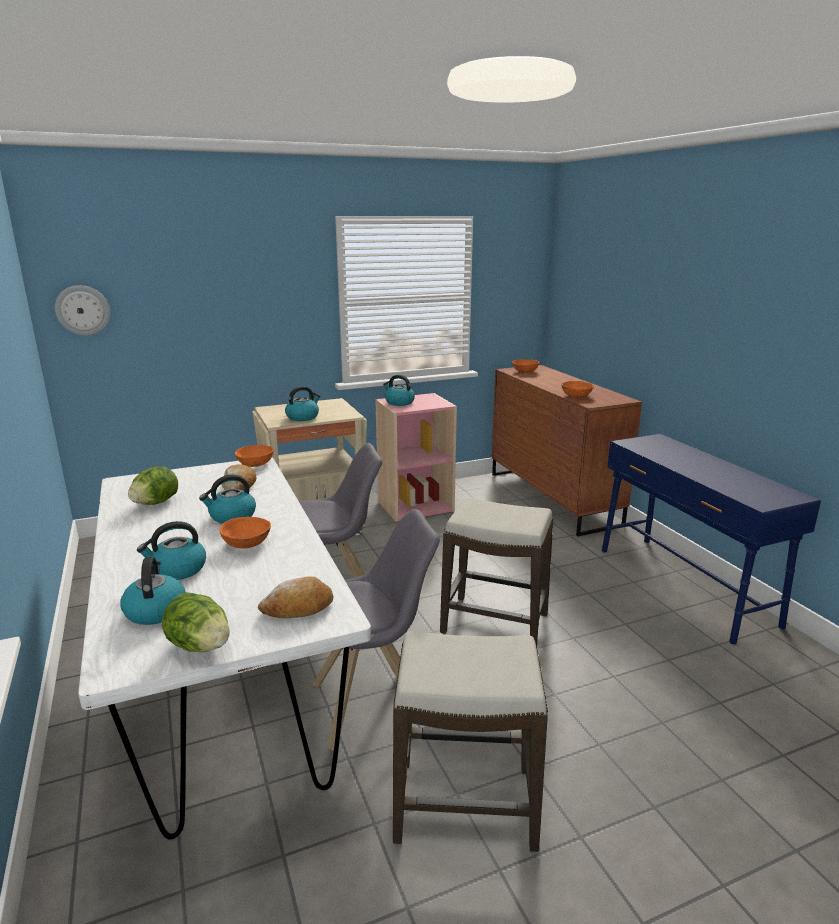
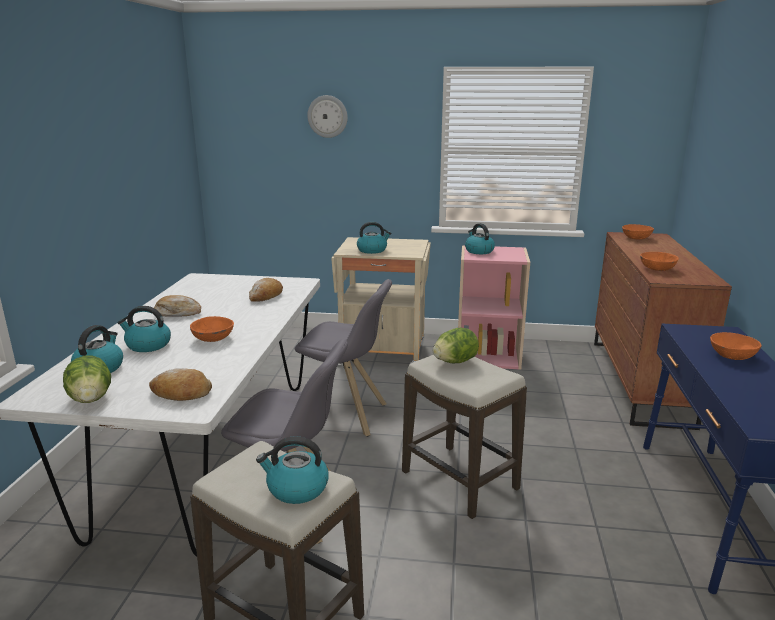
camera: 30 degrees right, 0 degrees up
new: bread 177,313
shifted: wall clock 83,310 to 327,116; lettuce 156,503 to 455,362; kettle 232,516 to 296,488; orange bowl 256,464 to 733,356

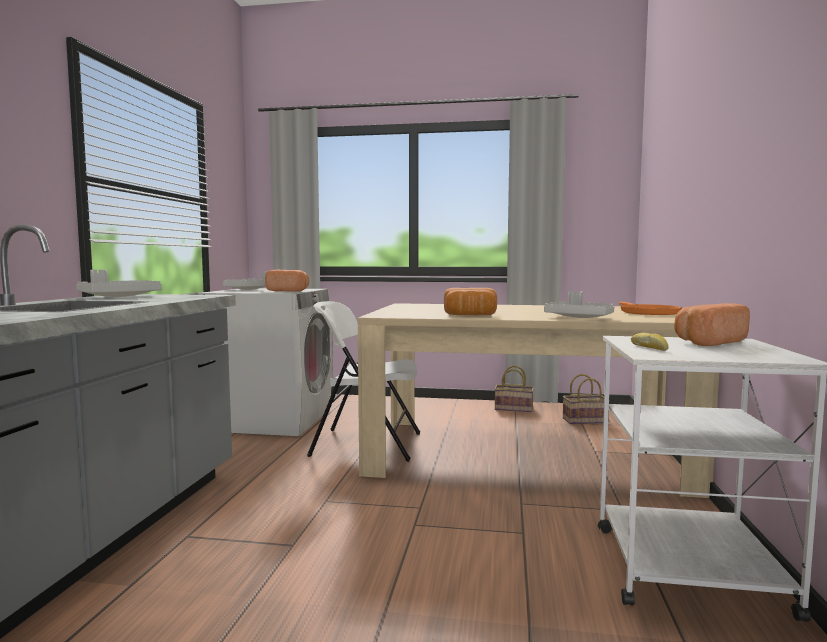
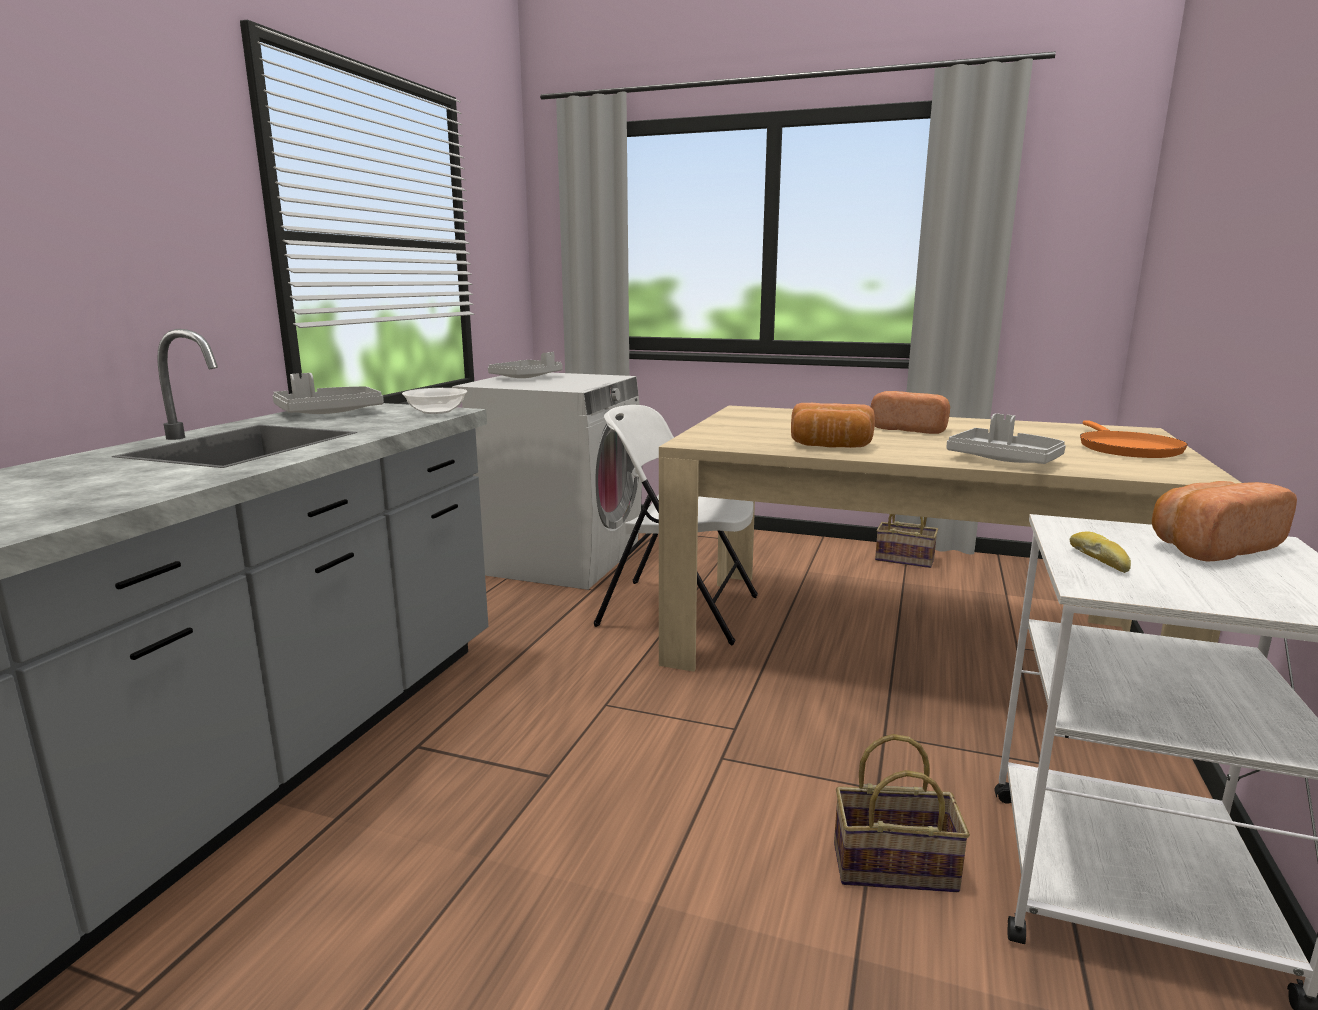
camera: 10 degrees right, 10 degrees up
new: bowl 436,411
shifted: bread 289,291 to 910,429; basket 585,420 to 896,865

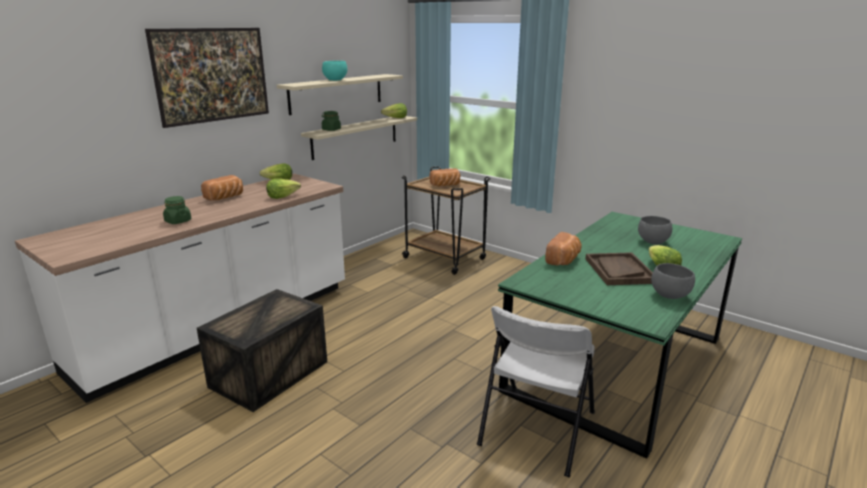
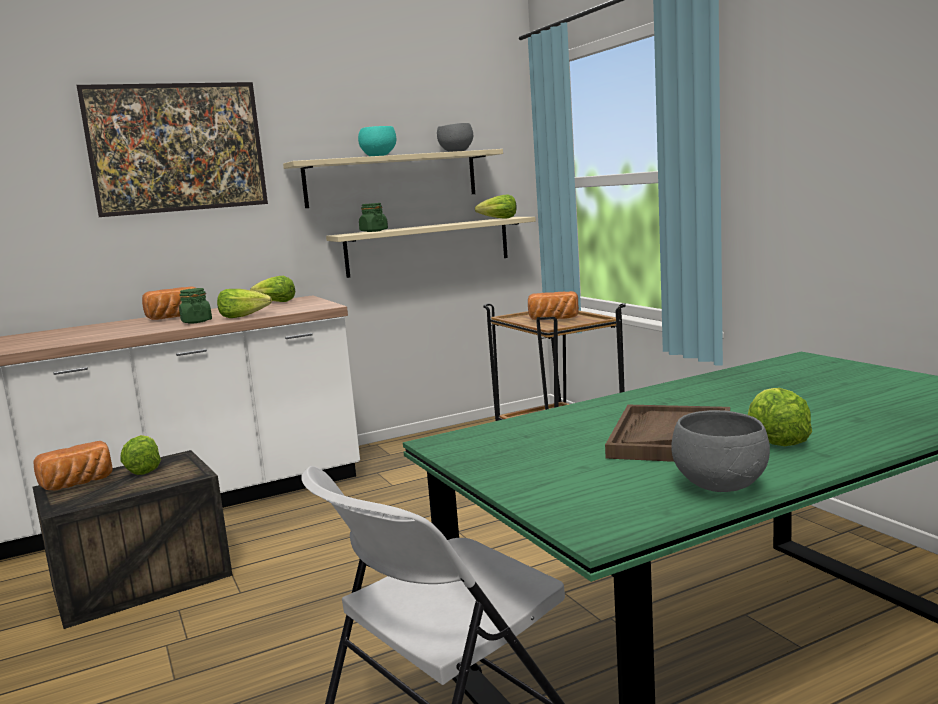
camera: 25 degrees right, 10 degrees down
new: lettuce 143,469
shifted: green jar 178,221 to 196,321; bread 564,260 to 78,484; grey bowl 653,242 to 455,152

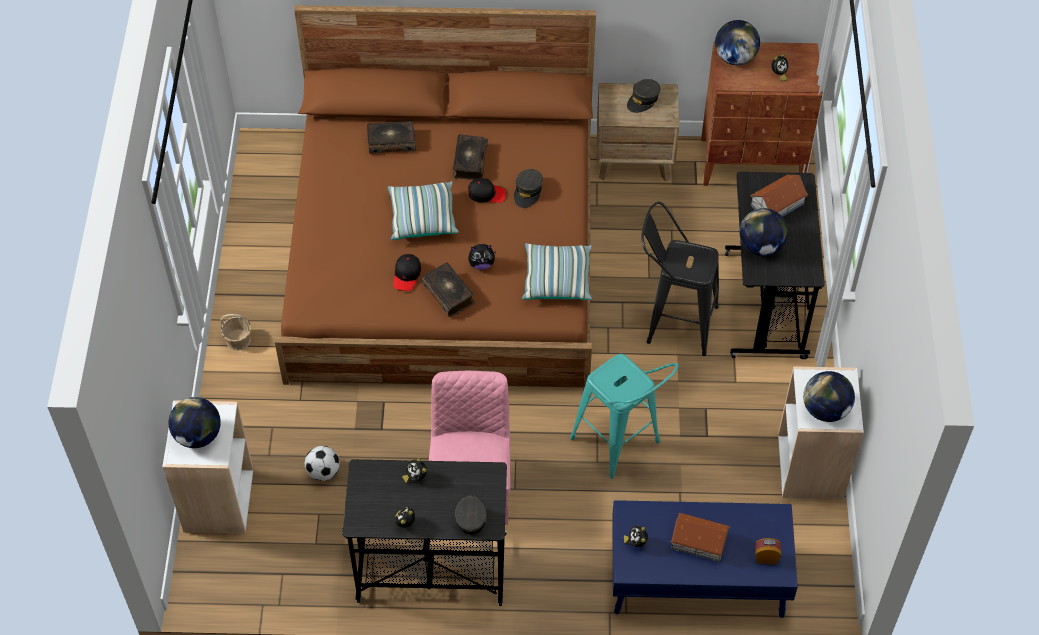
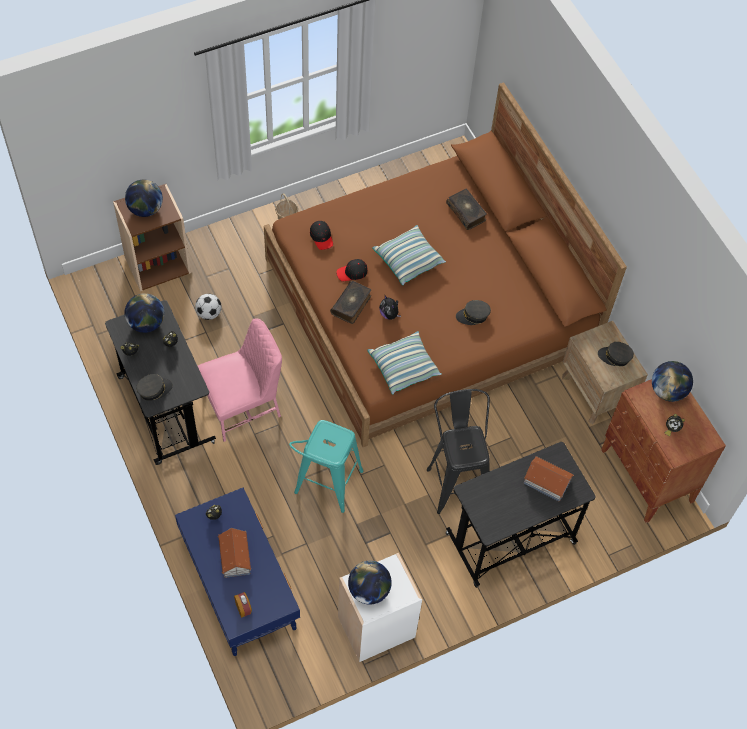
camera: 60 degrees right, 5 degrees up
gone: book 469,162
shifted: black cap 486,194 to 321,237; globe 761,246 to 146,323
repainted: white bookcase 218,499 to brown bookcase 158,264

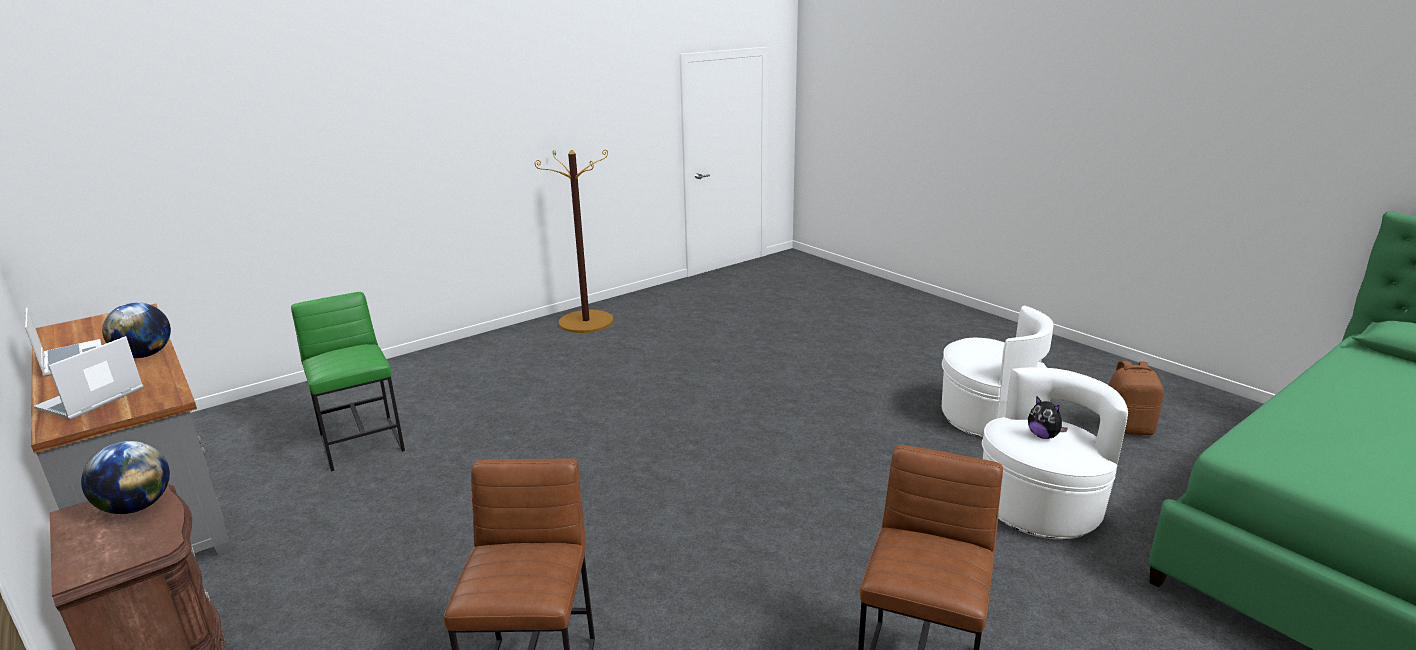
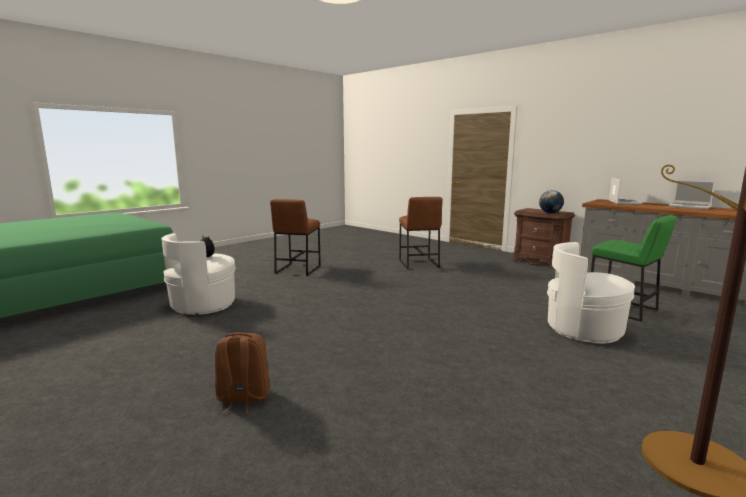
camera: 170 degrees right, 10 degrees down
gone: globe 145,355
shifted: white armchair 987,417 to 584,329; brown backpack 1126,429 to 243,398

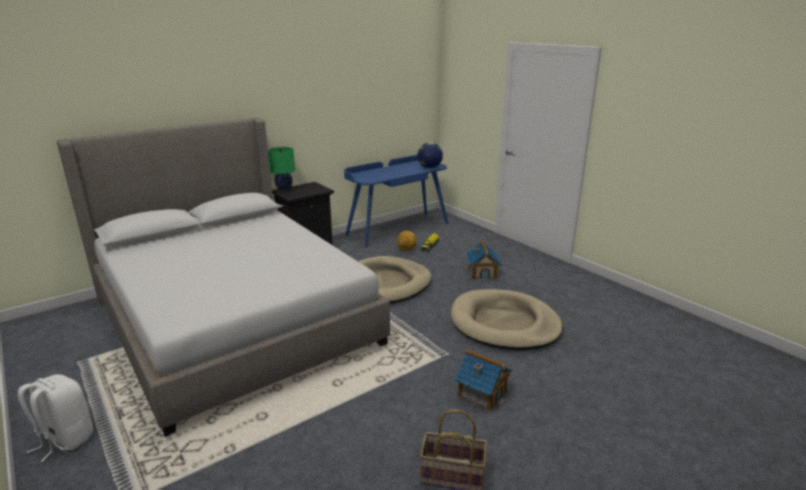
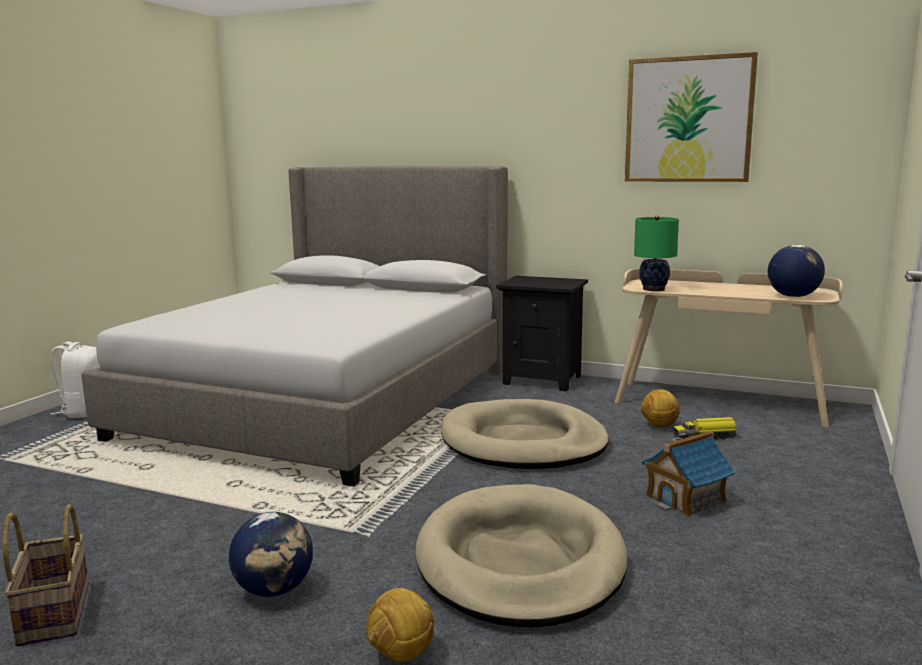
camera: 60 degrees right, 10 degrees down
new: football 401,655; picture 688,120
shifted: green table lamp 284,190 to 653,289
swapped: toy house 482,393 to globe 274,590
repainted: blue desk 397,229 to beige desk 719,402

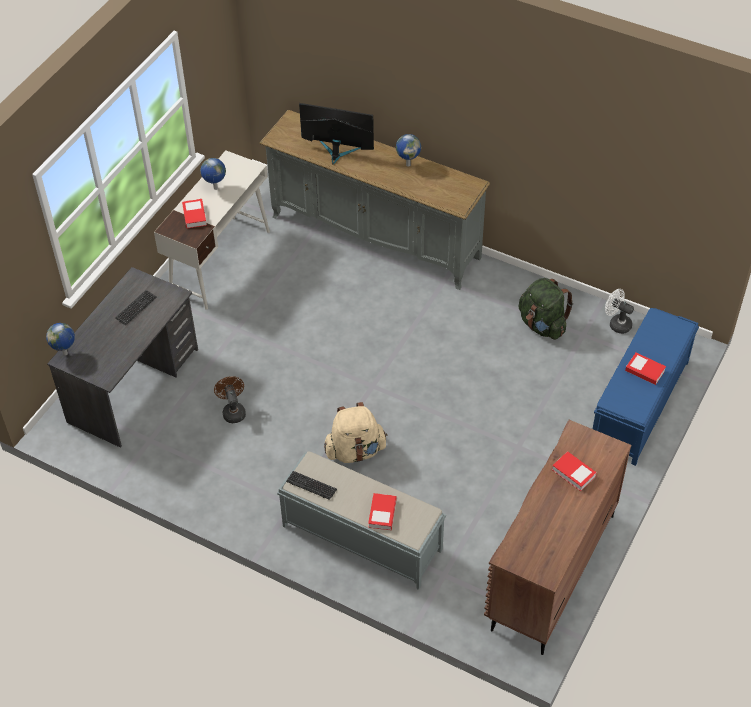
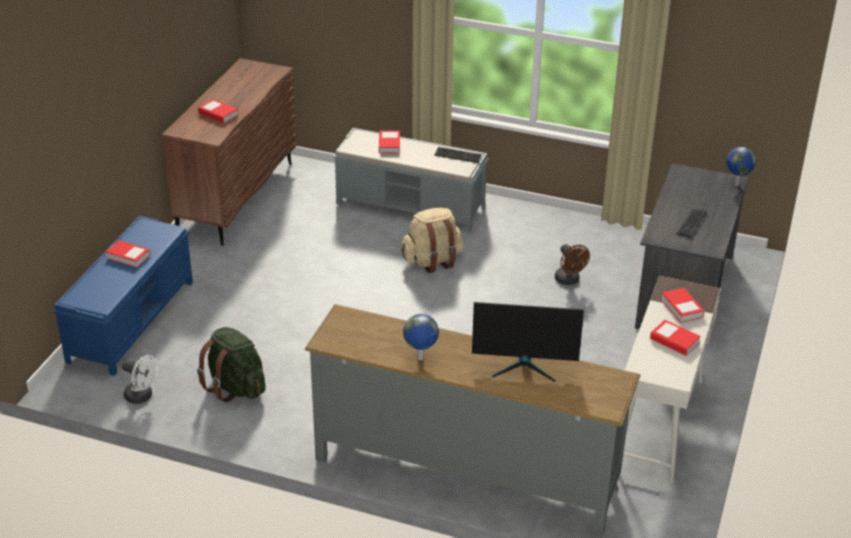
camera: 170 degrees right, 15 degrees down
swapped: globe 215,188 to book 674,341

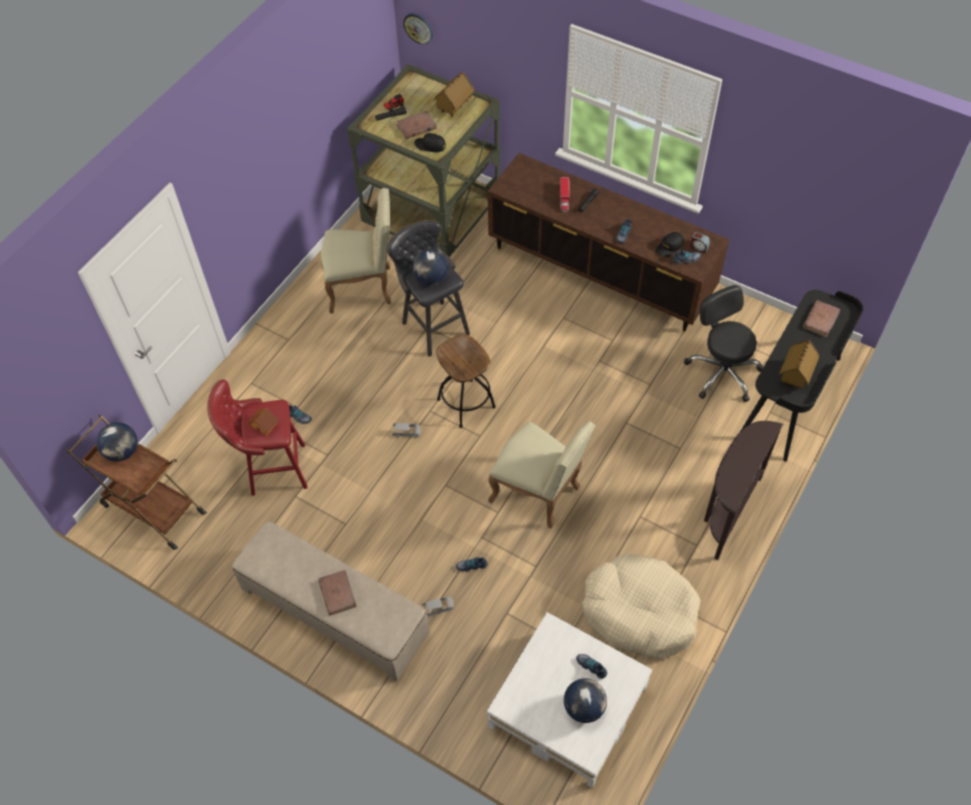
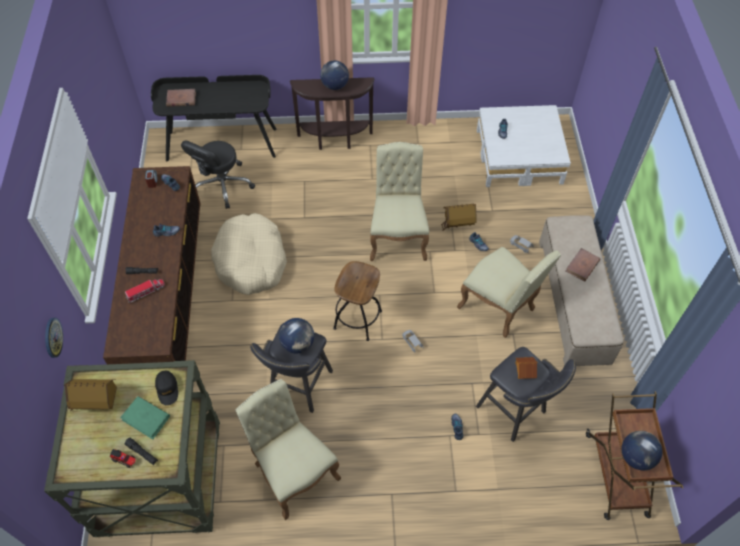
camera: 125 degrees left, 0 degrees up
gone: black cap 669,247
new: beige chair 499,307
shifted: wall clock 418,28 to 52,337; globe 584,707 to 335,85; beige dog bed 639,612 to 251,261; toy house 795,375 to 458,223
repainted: red stool 269,470 to black stool 516,414; brown book 416,127 to green book 146,418

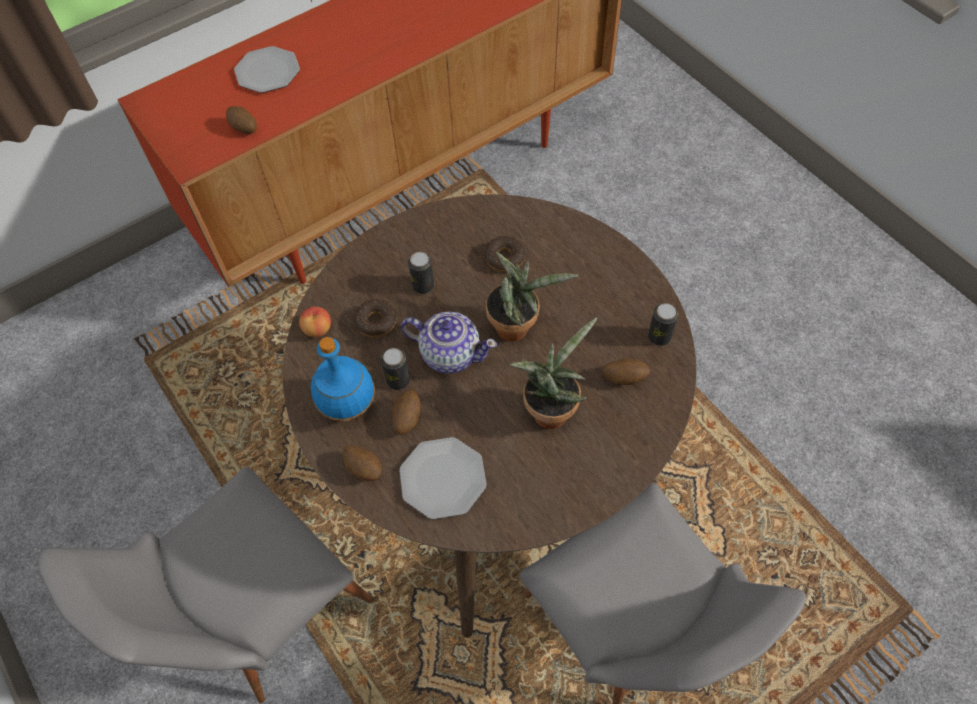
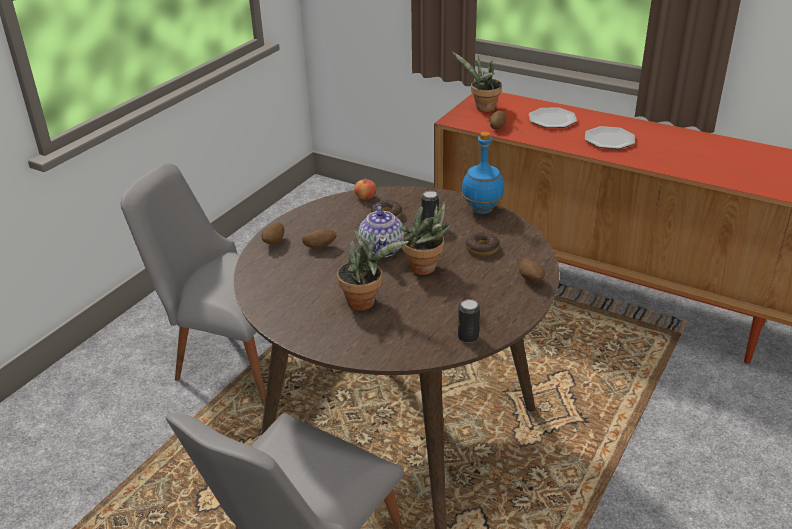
camera: 65 degrees right, 25 degrees down
gone: can 398,380
new: potted plant 482,108
shifted: blue bottle 349,406 to 482,210; plate 443,480 to 609,140; potato 624,378 to 531,280

